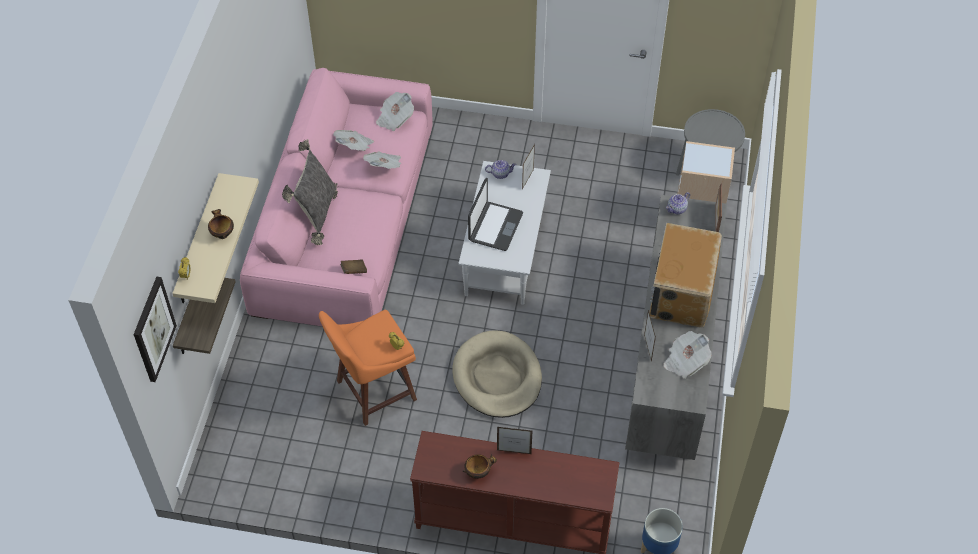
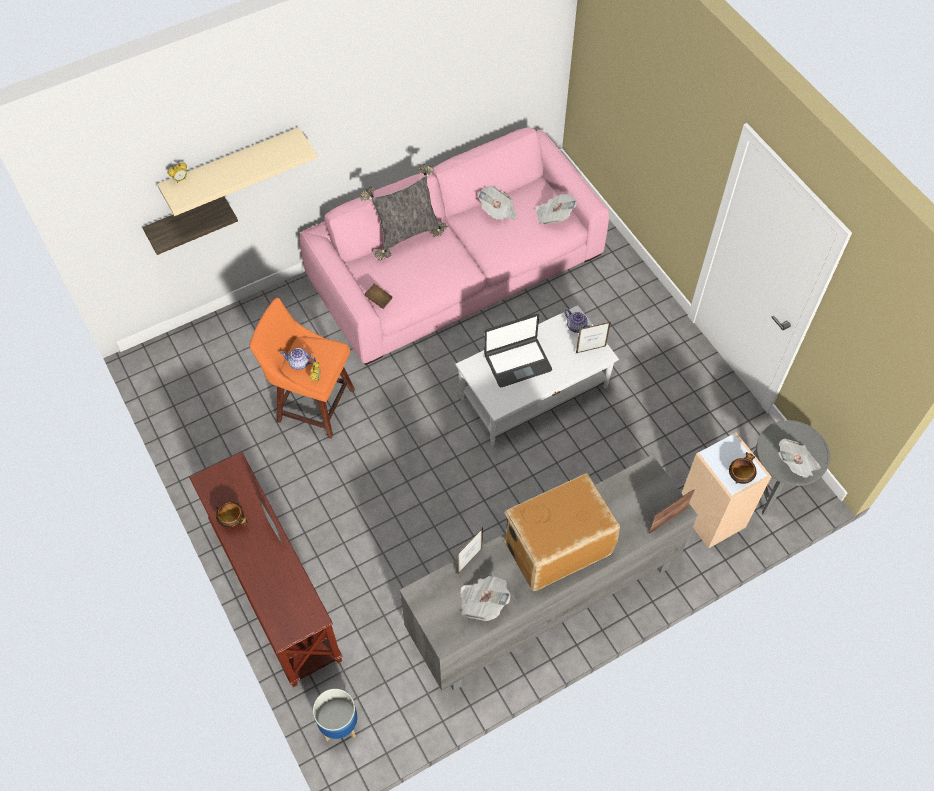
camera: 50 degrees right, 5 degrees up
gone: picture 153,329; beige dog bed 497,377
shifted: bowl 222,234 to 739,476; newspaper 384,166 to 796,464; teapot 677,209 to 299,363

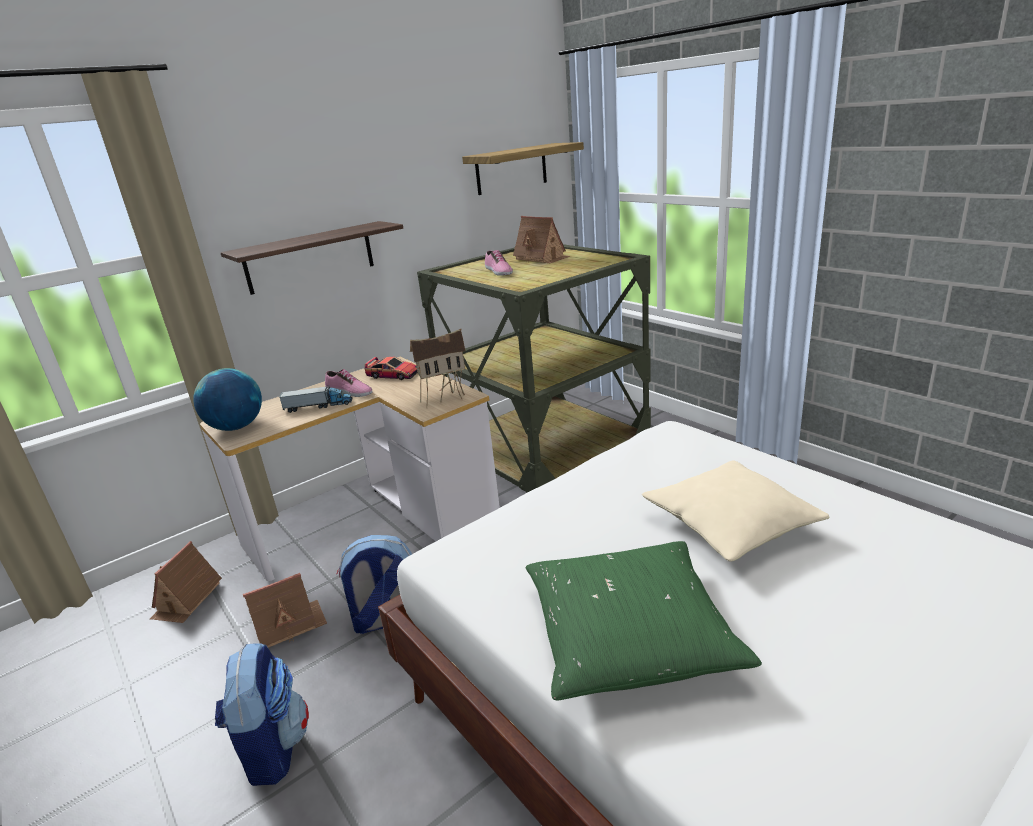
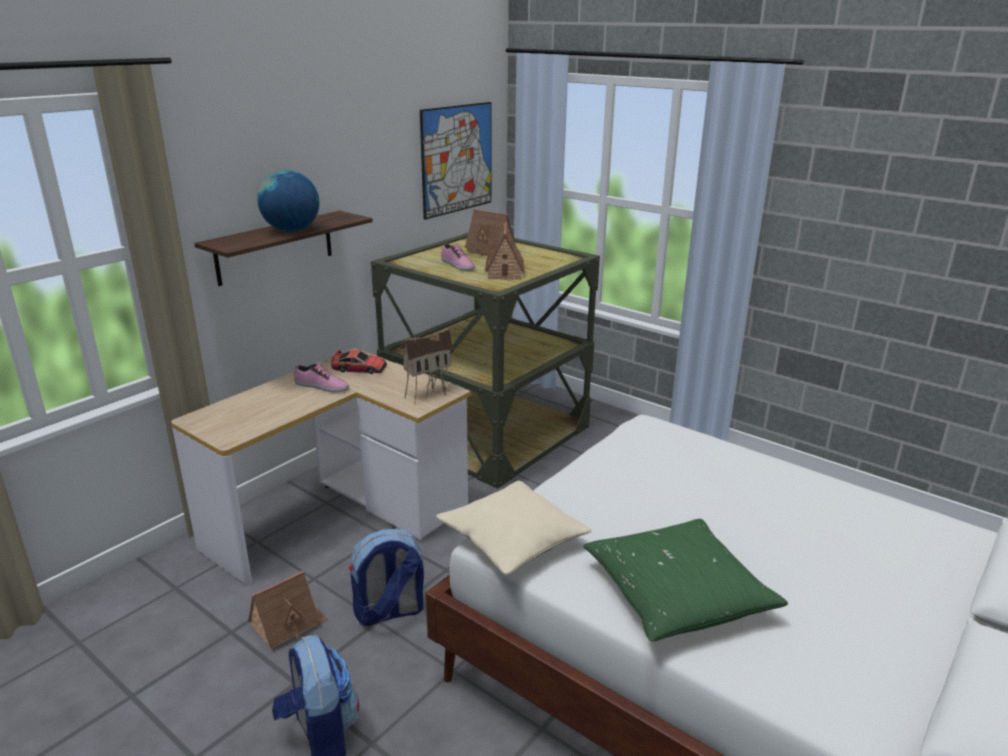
camera: 15 degrees left, 0 degrees up
gone: toy truck 318,406
shifted: toy house 187,599 to 504,271; globe 236,427 to 291,230; beige pillow 730,525 to 512,540
swapped: shelf 511,169 to picture 457,159

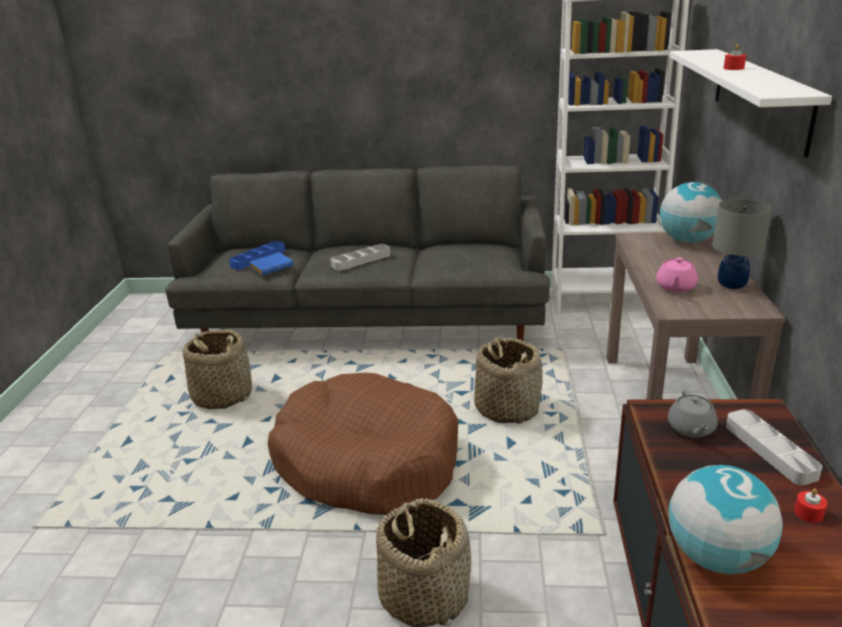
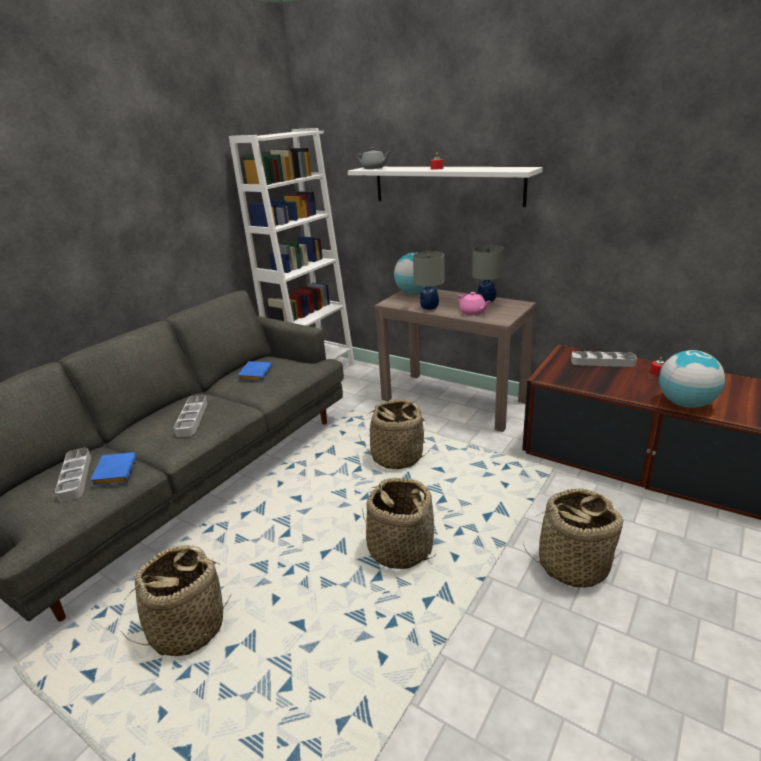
camera: 60 degrees left, 0 degrees up
new: blue book 254,374; grey table lamp 430,308
shifted: grey teapot 691,429 to 374,168
swapped: brown dog bed 367,461 to basket 400,548
repainted: blue tray 258,258 to grey tray 75,477

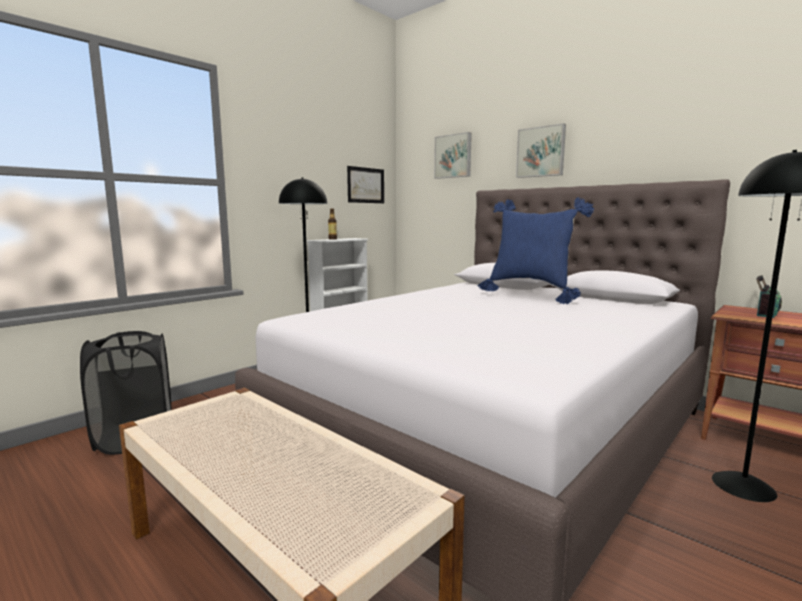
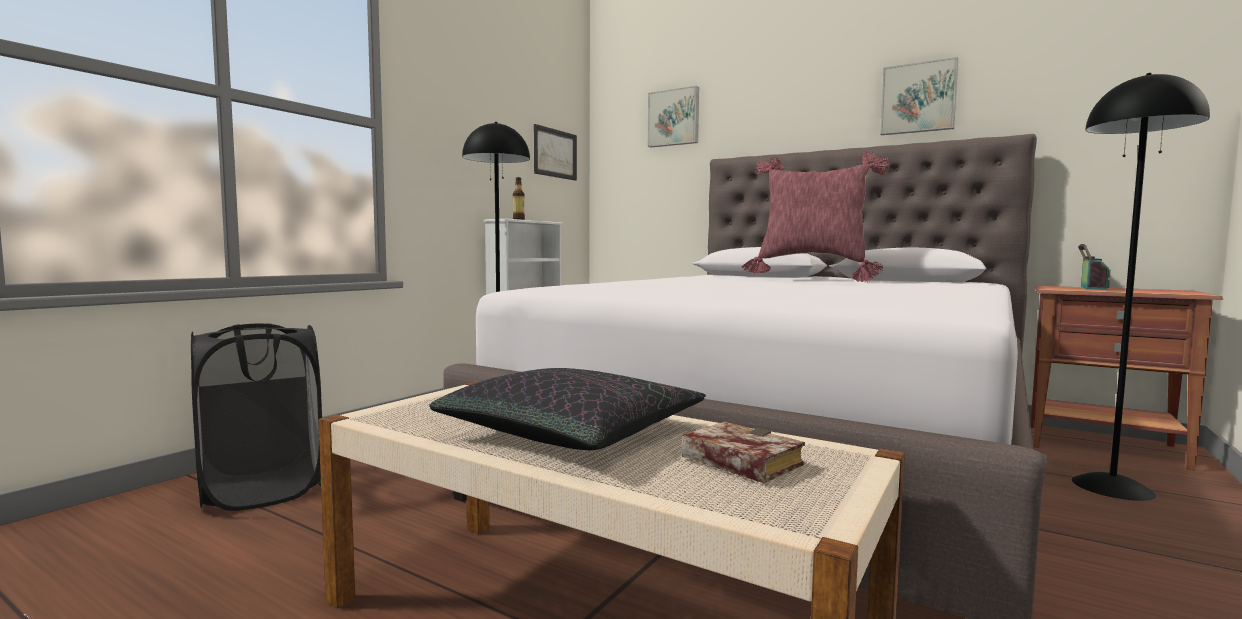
camera: 10 degrees left, 5 degrees down
new: black pillow 574,432; book 736,462
shifted: picture 541,152 to 918,98
repainted: blue pillow 531,297 to red pillow 811,280

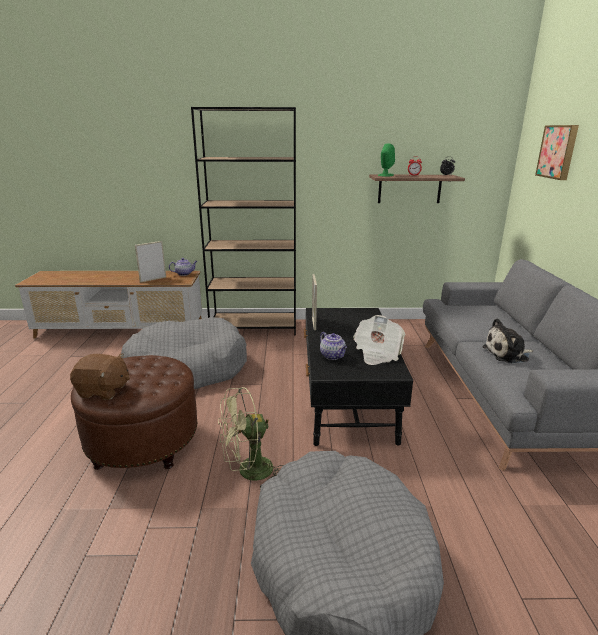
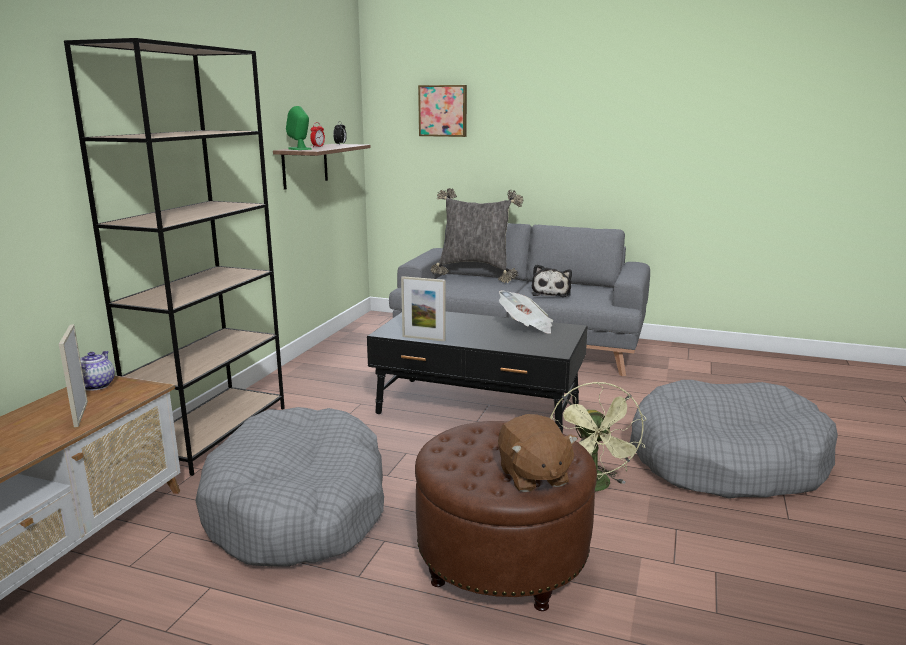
camera: 70 degrees left, 5 degrees down
gone: teapot 333,356
new: pillow 476,277
rotated: brown plush toy 103,391 = 533,476 135 degrees clockwise

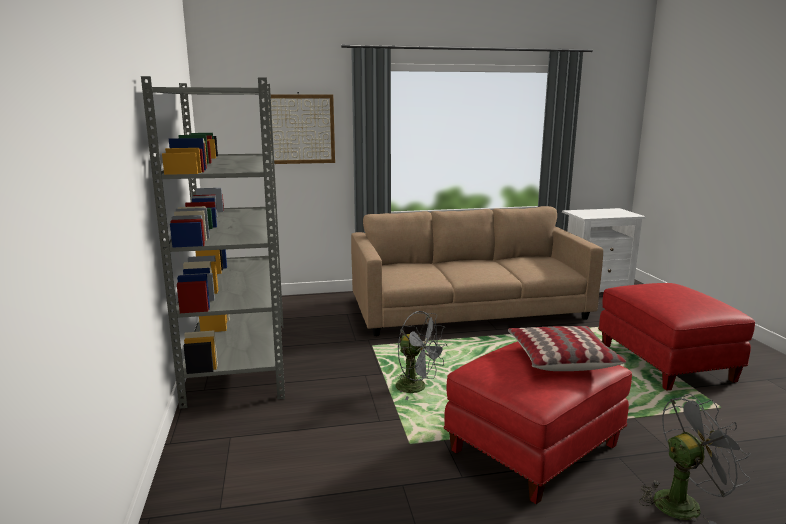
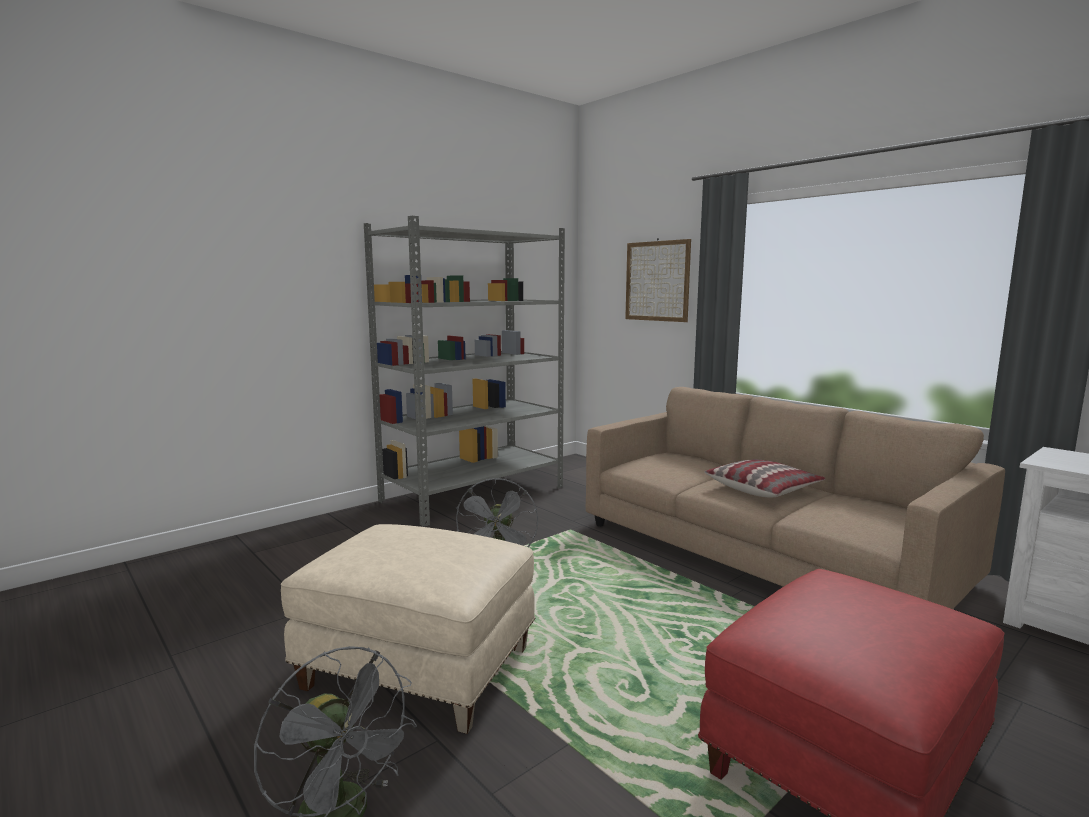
camera: 60 degrees right, 5 degrees down
shifted: pillow 561,358 to 763,488
repainted: red ottoman 534,446 to beige ottoman 421,667

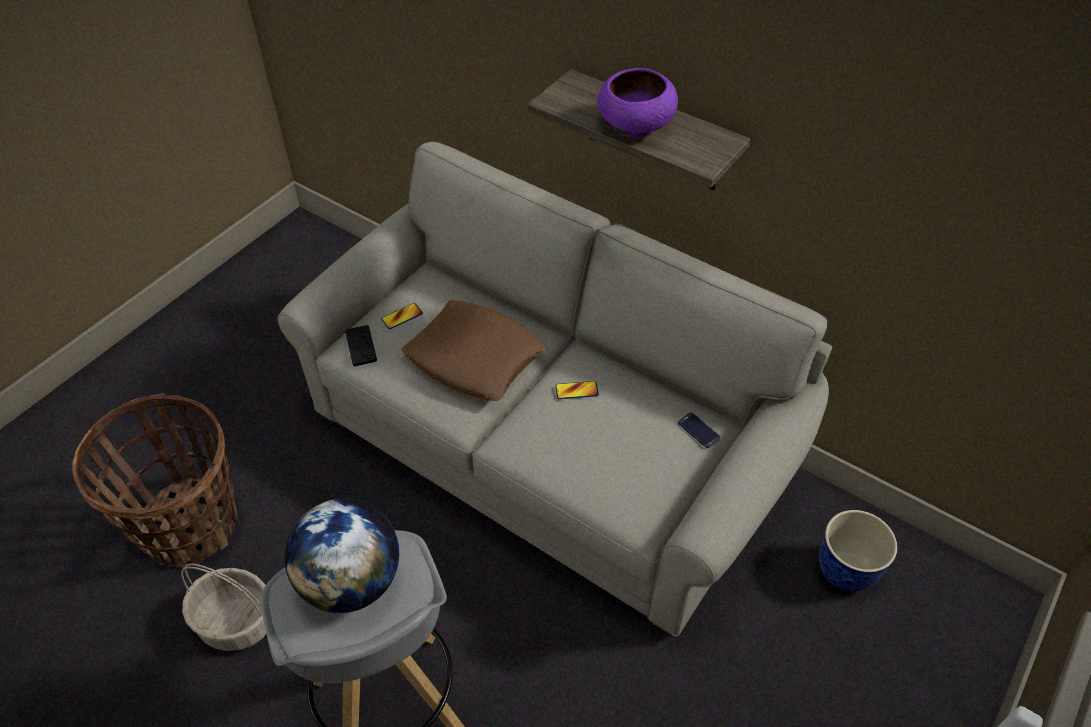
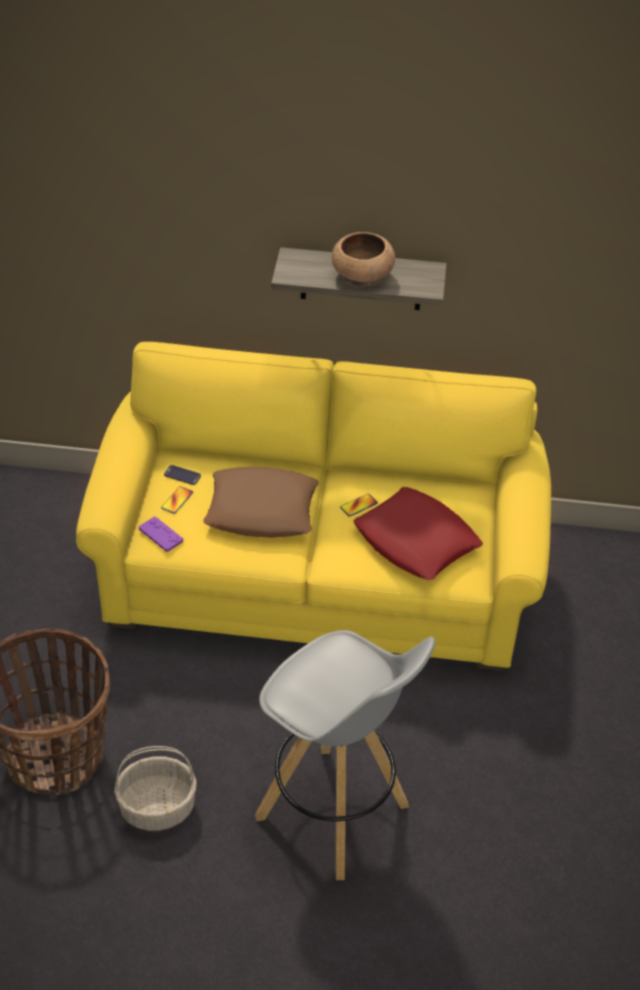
camera: 30 degrees left, 5 degrees down
gone: globe 351,581; planter 847,570
new: red pillow 416,541
shifted: phone 699,430 to 182,475
repainted: grey sofa 546,446 to yellow sofa 316,577; black game controller 361,346 to purple game controller 161,535; purple bowl 634,125 to brown bowl 361,276

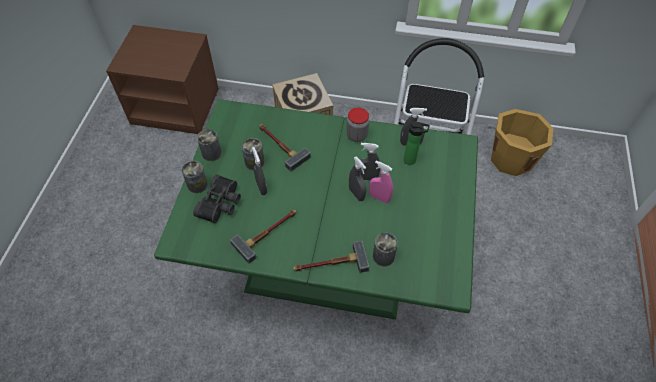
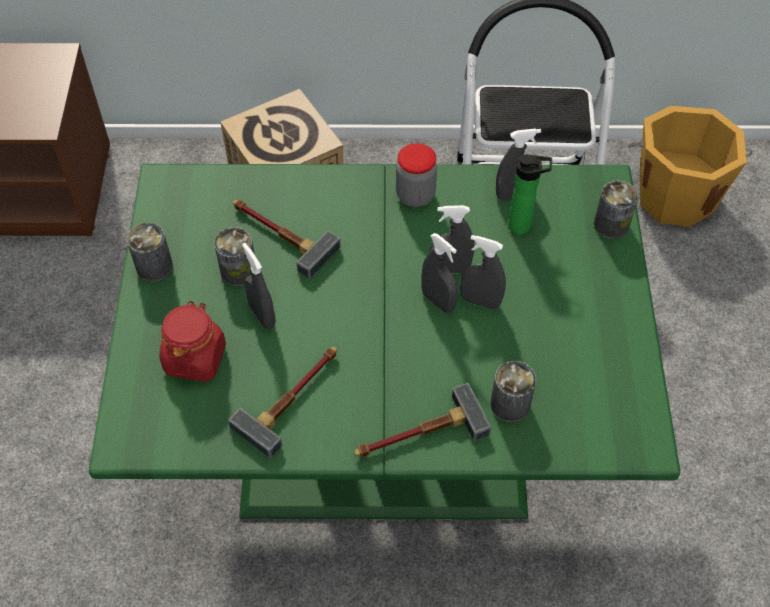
camera: 10 degrees left, 0 degrees up
shifted: can 197,184 to 611,224
swapped: black binoculars 221,204 to red jar 195,358
repainted: pink spray bottle 379,198 to grey spray bottle 480,301

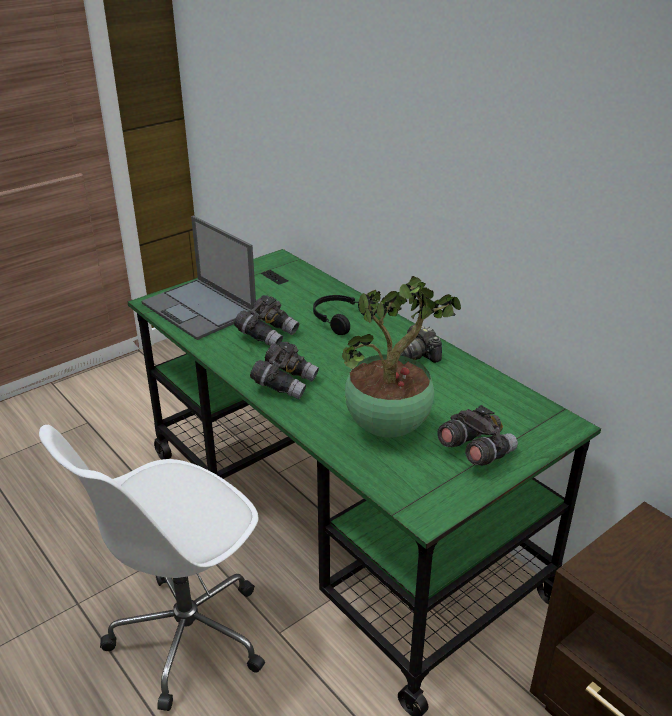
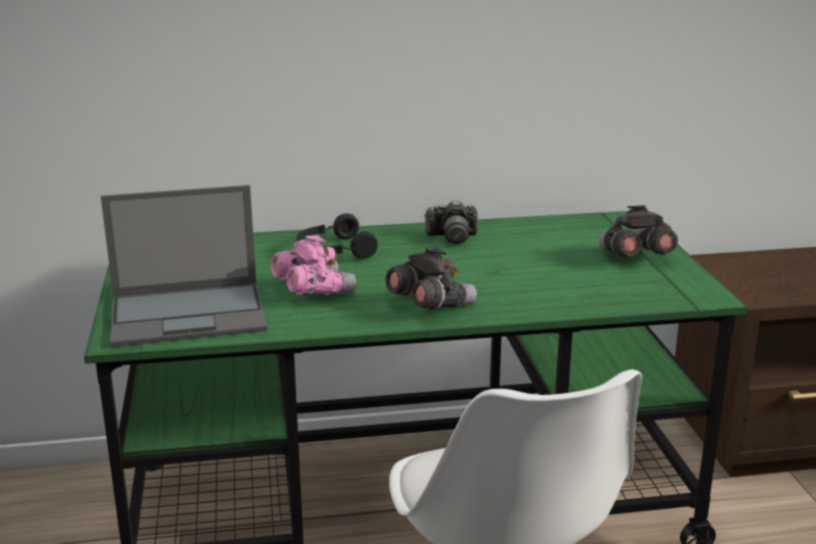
camera: 60 degrees left, 10 degrees down
gone: potted plant 390,427
repainted: grey binoculars 267,334 to pink binoculars 312,291

